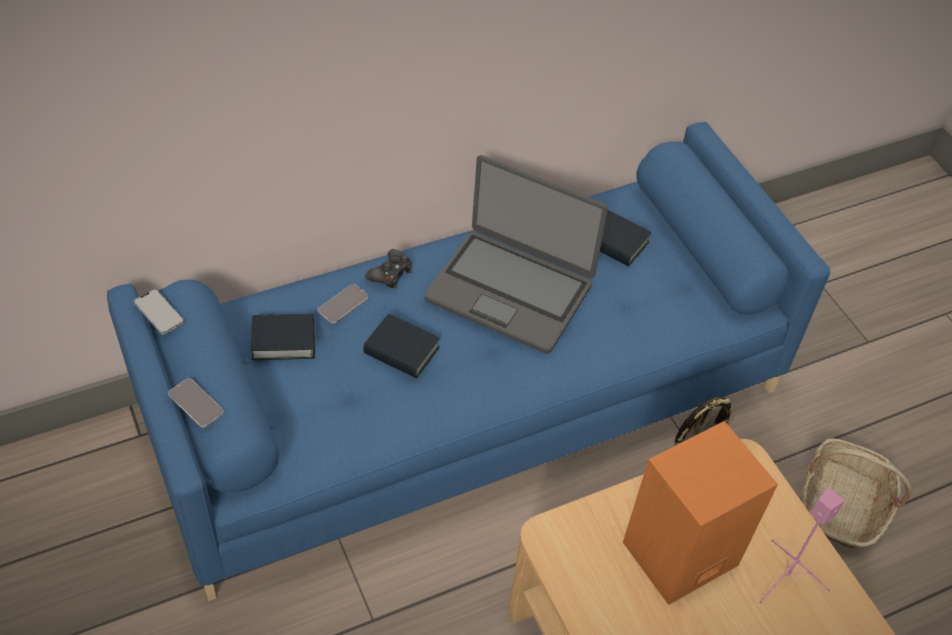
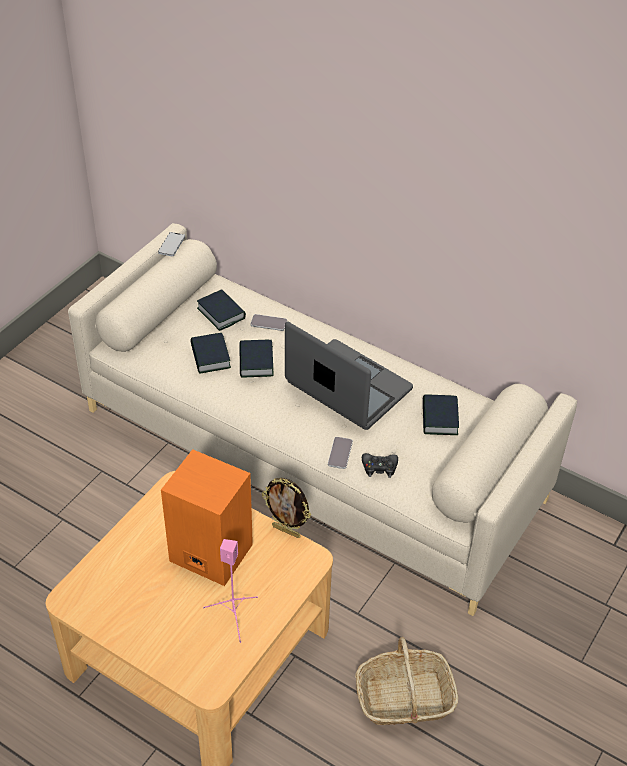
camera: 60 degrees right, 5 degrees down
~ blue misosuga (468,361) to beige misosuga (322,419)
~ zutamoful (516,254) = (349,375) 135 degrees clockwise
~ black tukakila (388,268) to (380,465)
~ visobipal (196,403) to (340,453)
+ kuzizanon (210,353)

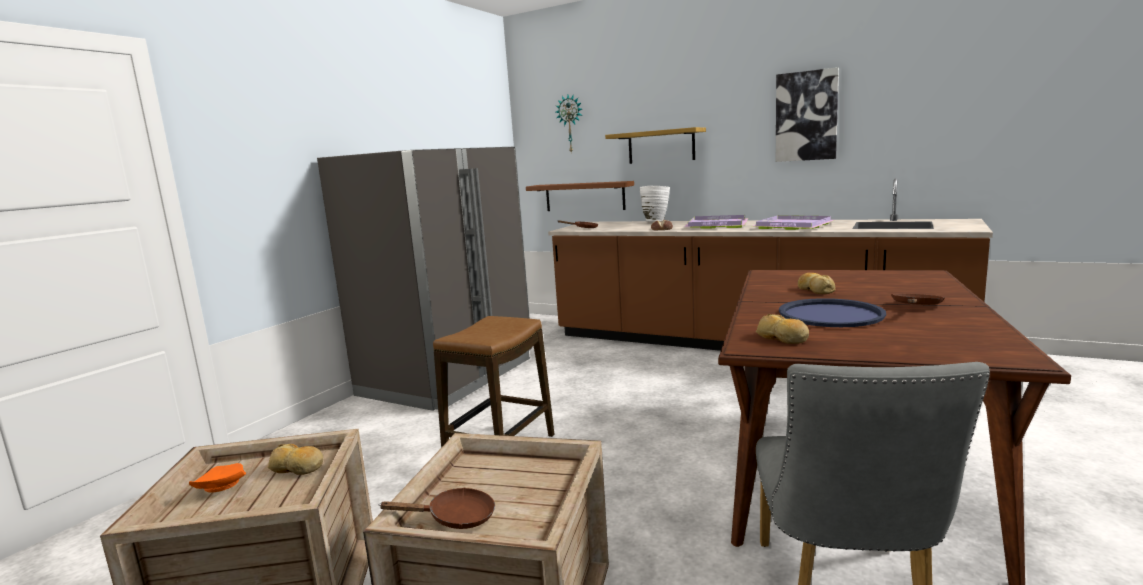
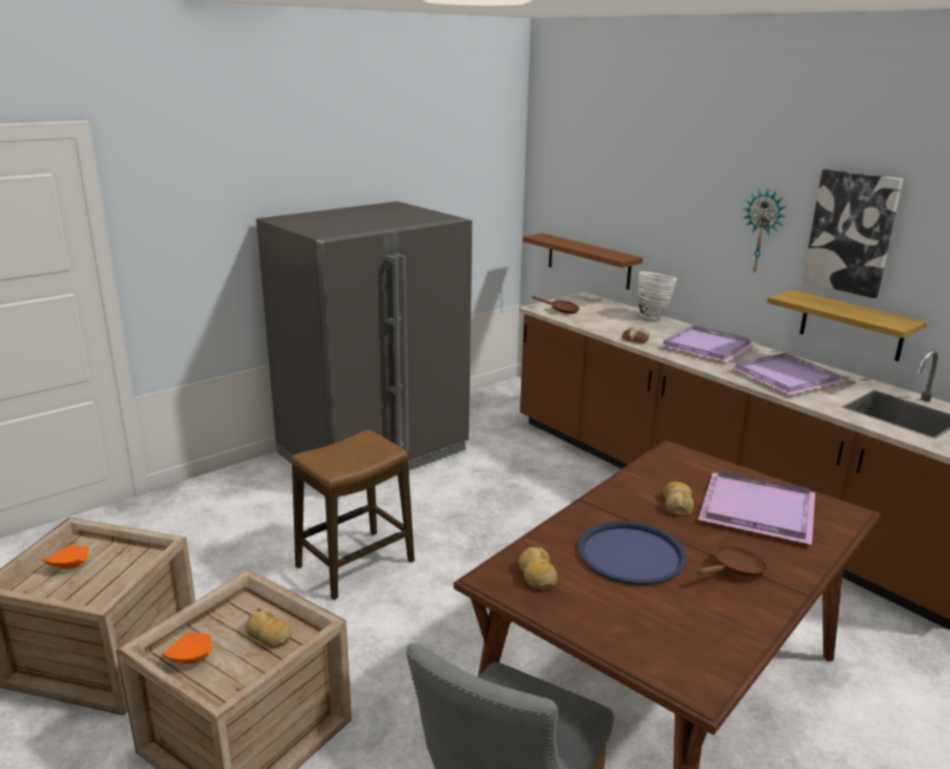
camera: 20 degrees right, 10 degrees up
~ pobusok (569,124) to (765,231)
~ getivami (655,145) to (847,325)
~ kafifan (295,459) to (268,628)
~ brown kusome (437,508) to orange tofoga (187,648)
+ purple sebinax (756,508)

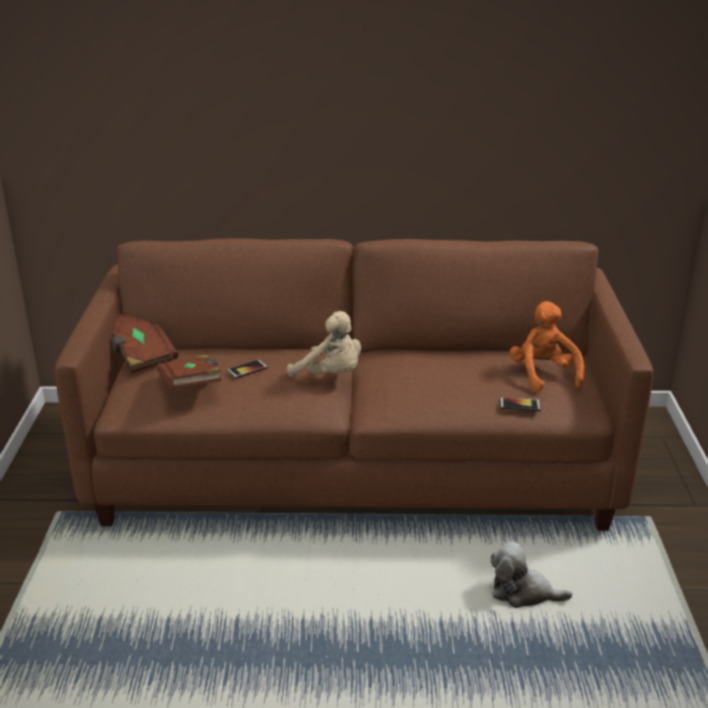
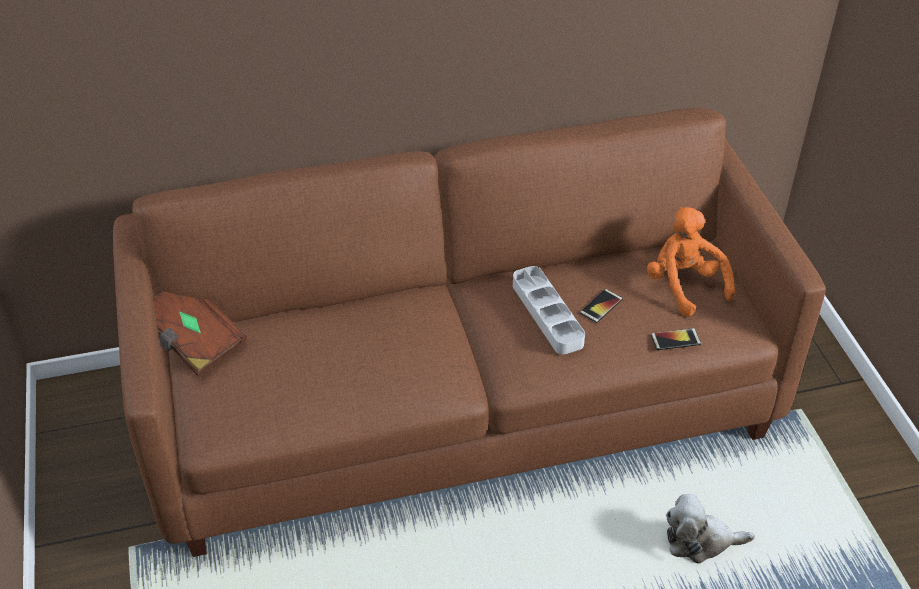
camera: 15 degrees left, 15 degrees up
- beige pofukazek (324,344)
- brown kuzizanon (189,371)
~ visobipal (247,369) to (601,306)
+ grey sebinax (549,310)

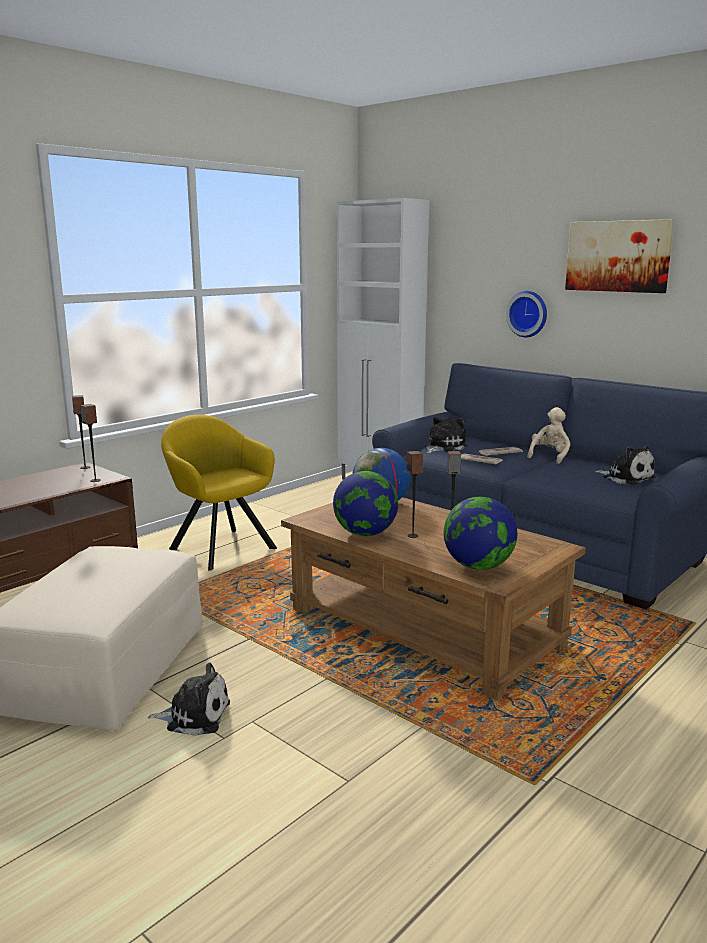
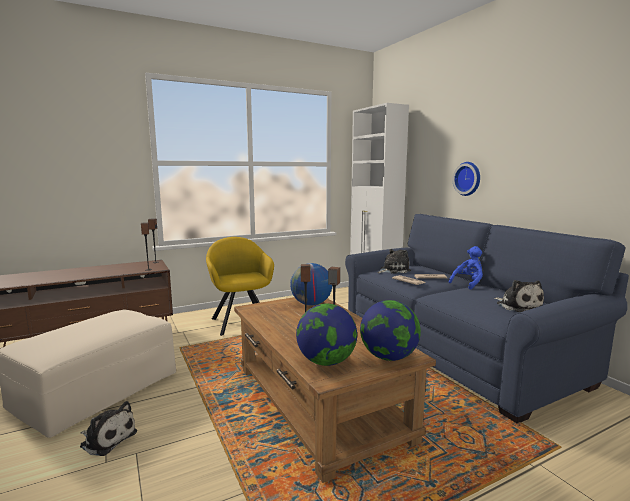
camera: 20 degrees right, 5 degrees down
- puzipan (619,256)
~ beige pofukazek (549,435) to blue pofukazek (466,267)
~ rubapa (365,503) to (390,330)

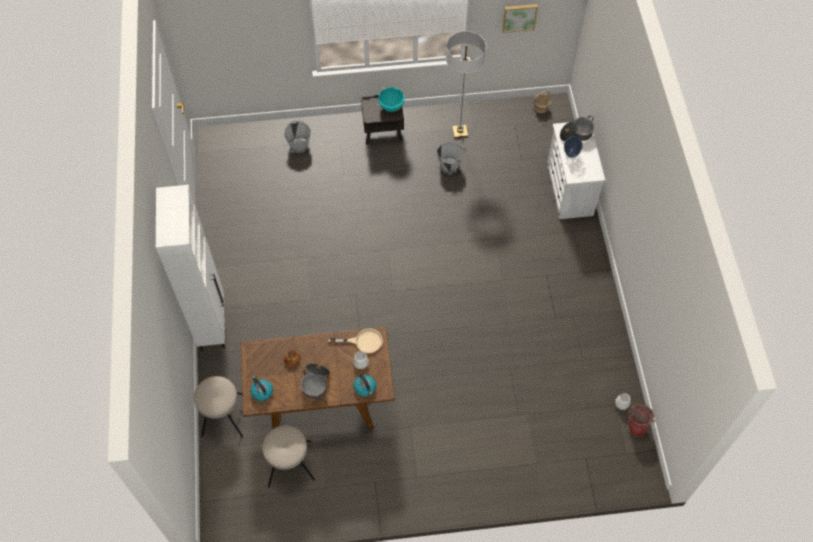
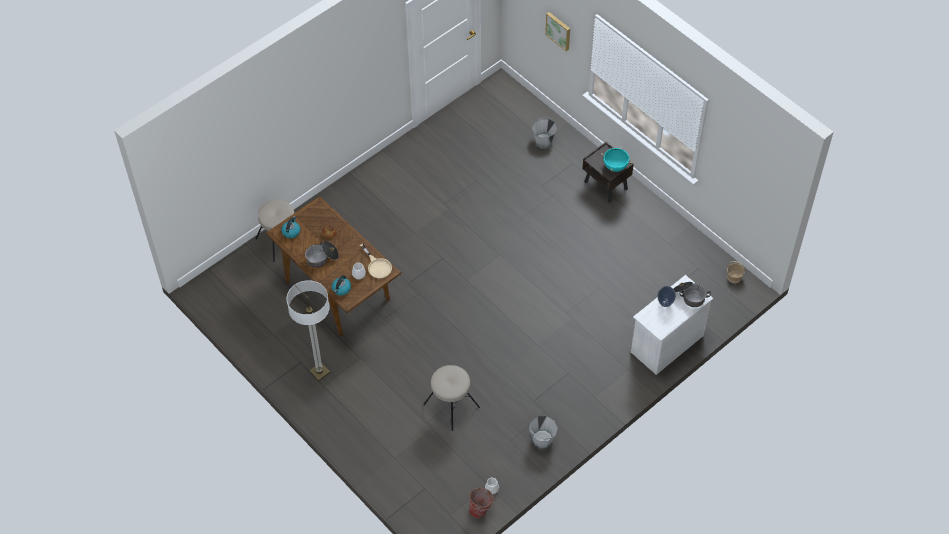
camera: 55 degrees right, 5 degrees down
~ puzipan (520,18) to (557,31)
~ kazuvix (466,84) to (308,330)
~ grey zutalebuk (450,158) to (543,432)
- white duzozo (190,268)
~ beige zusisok (289,456) to (451,398)

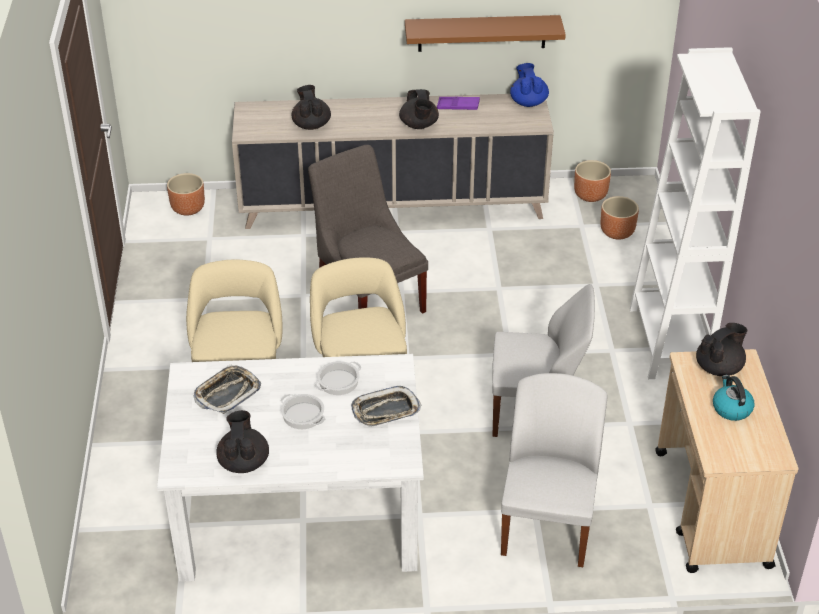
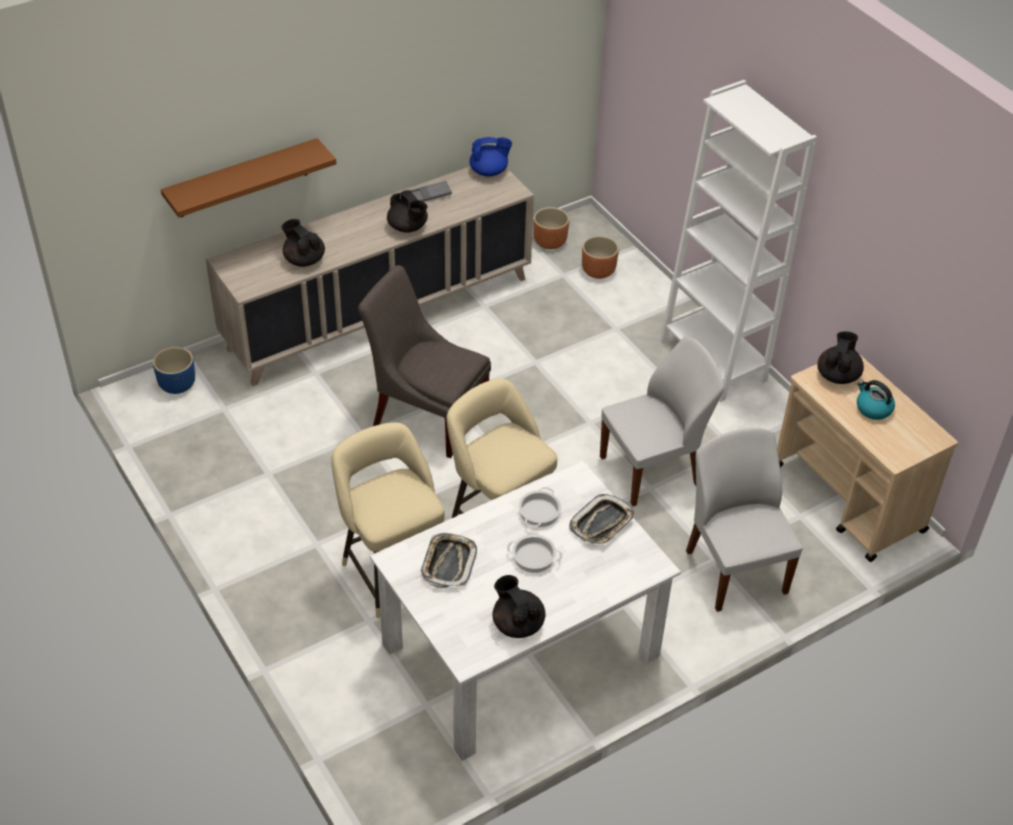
camera: 30 degrees left, 5 degrees up
~ brown getivami (485,33) to (248,177)
~ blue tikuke (529,85) = (490,156) 120 degrees clockwise
~ purple sebinax (458,103) to grey sebinax (431,191)
~ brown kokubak (186,194) to blue kokubak (174,370)

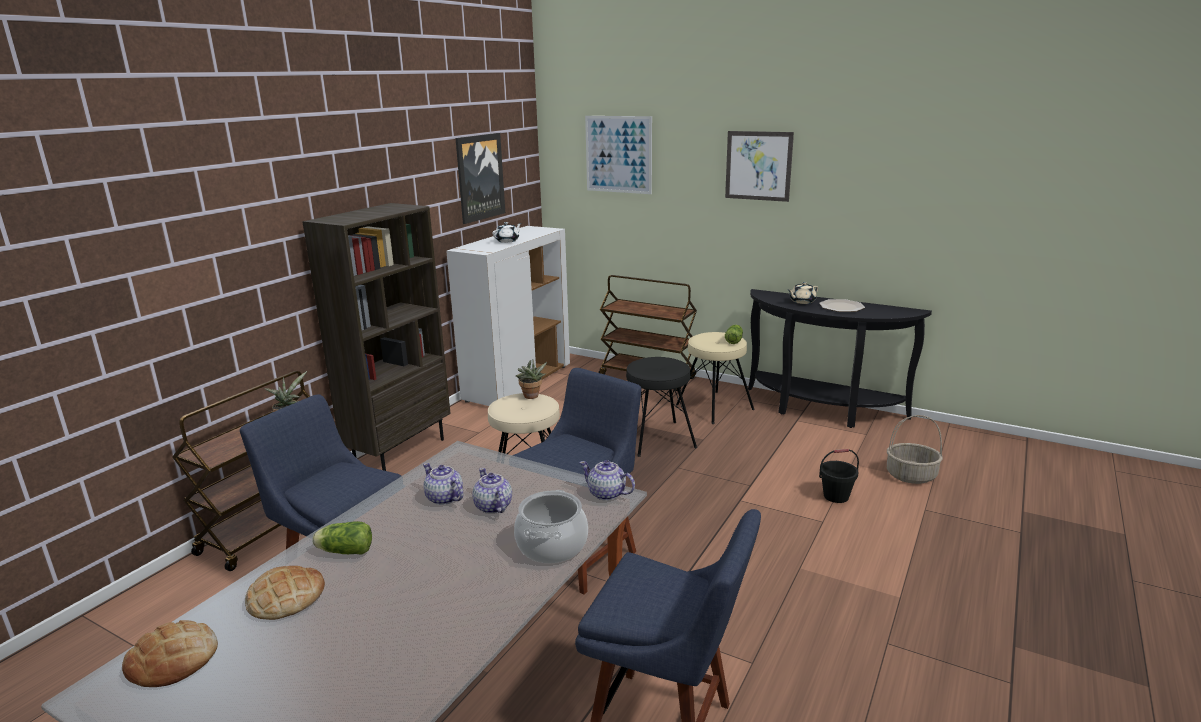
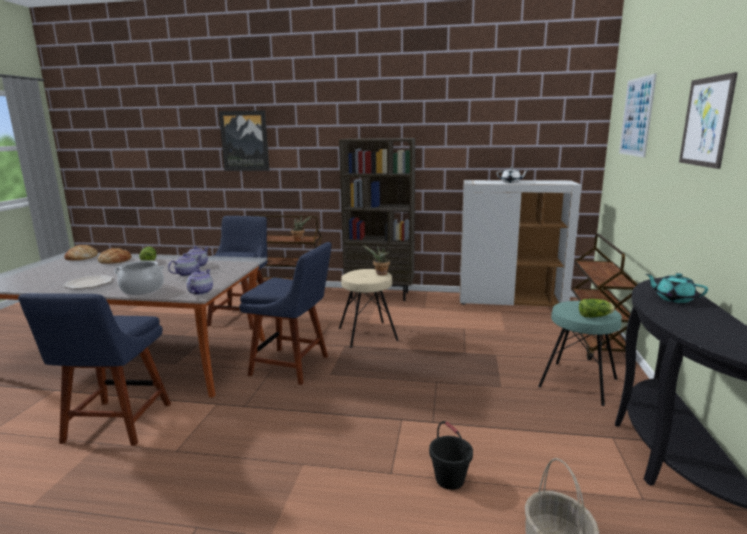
camera: 70 degrees right, 5 degrees down
~ puzipan (480,178) to (244,140)
~ beige tikuke (803,293) to turquoise tikuke (677,288)
~ tofoga (842,305) to (89,282)
~ beige zusisok (715,378) to turquoise zusisok (580,353)
- black zusisok (661,407)

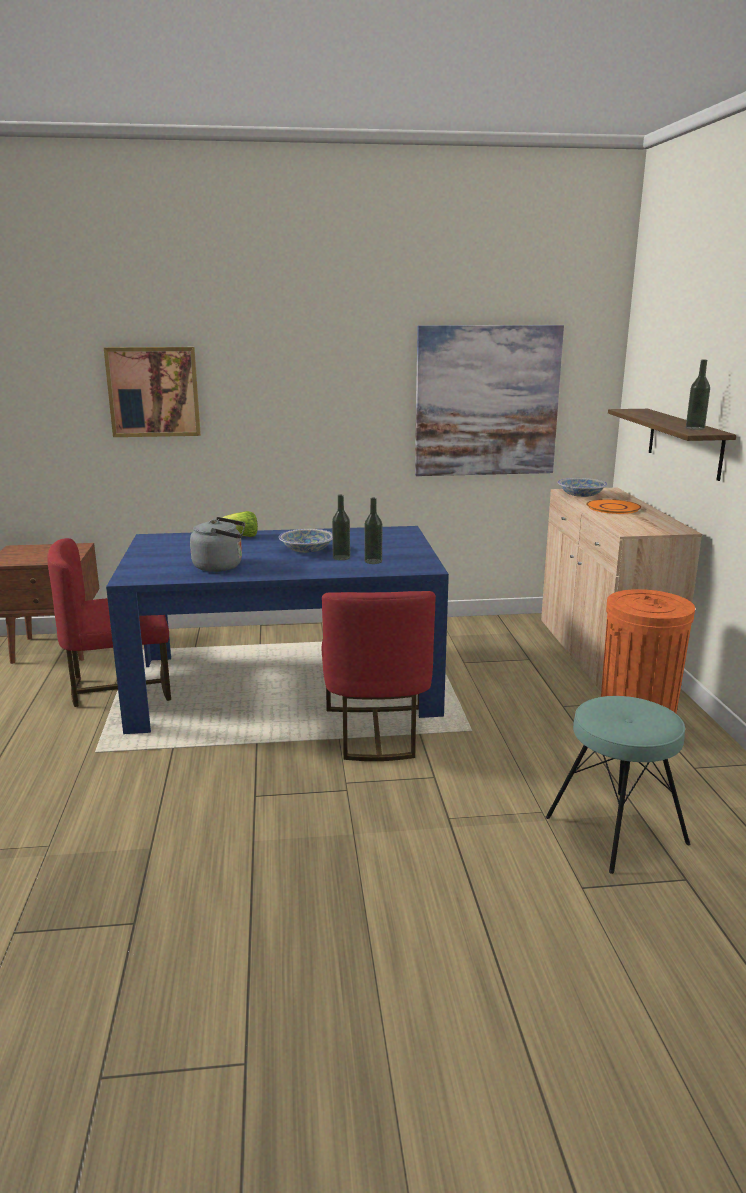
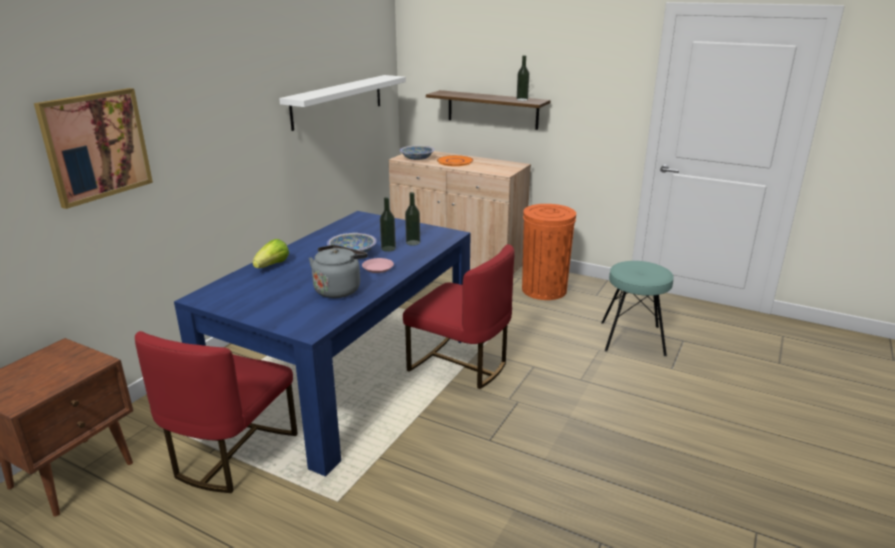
camera: 55 degrees left, 5 degrees up
~ puzipan (489,400) to white getivami (342,103)
+ pink tofoga (378,265)

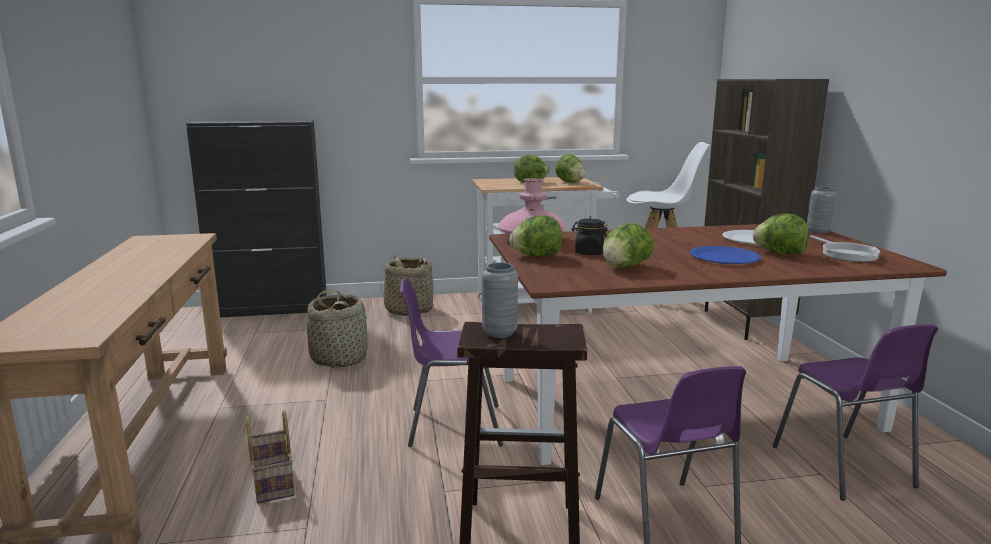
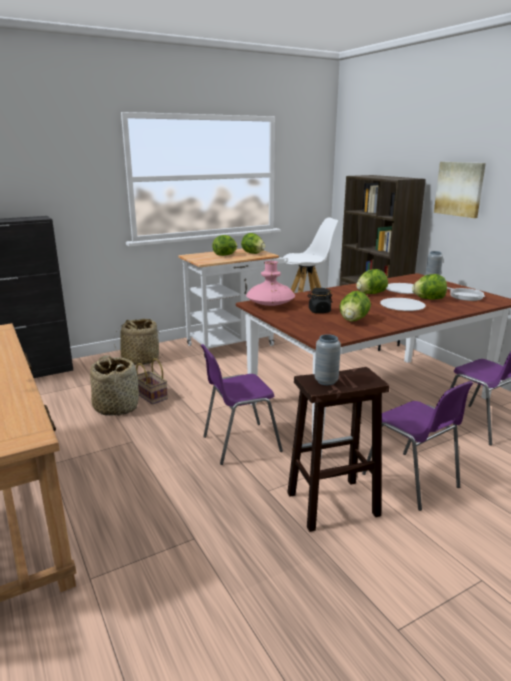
camera: 20 degrees left, 5 degrees up
~ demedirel (535,235) to (372,281)
~ blue tofoga (725,255) to white tofoga (402,304)
~ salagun (270,456) to (152,381)
+ puzipan (460,190)

